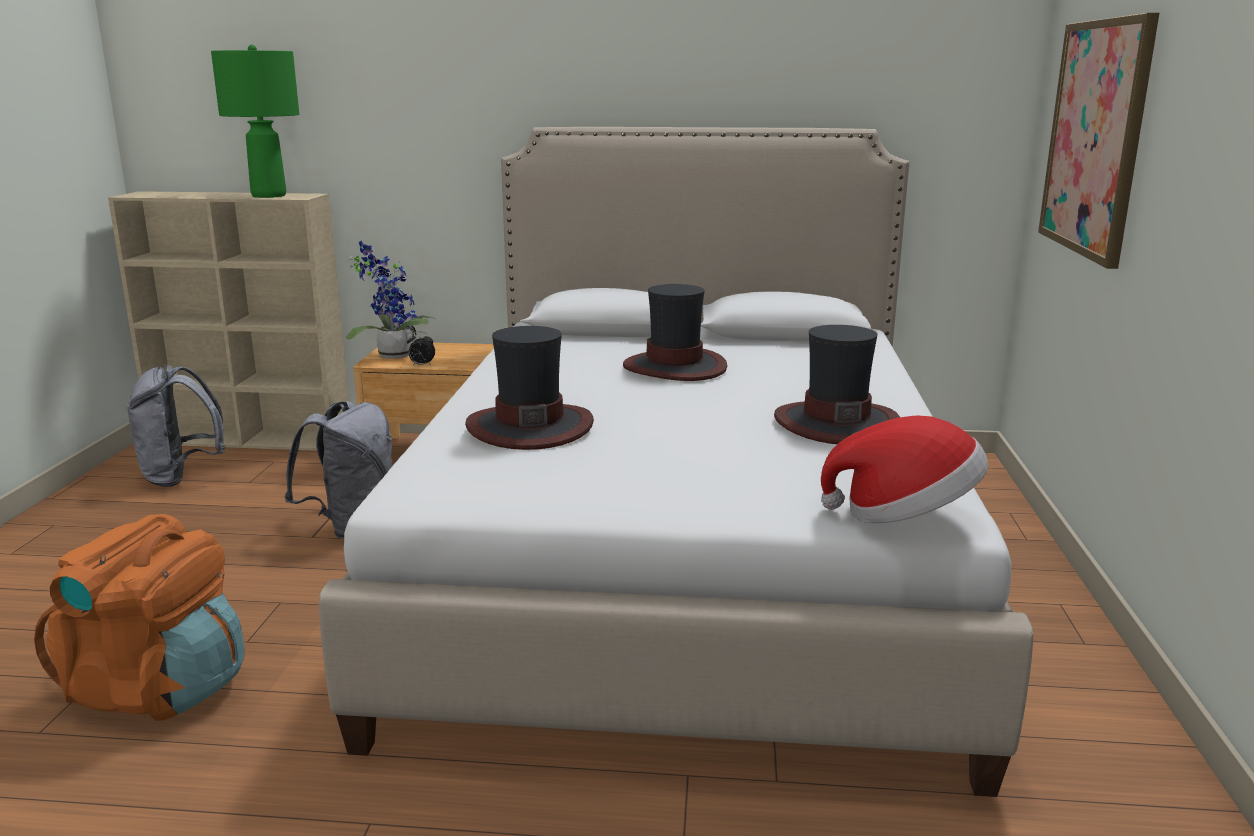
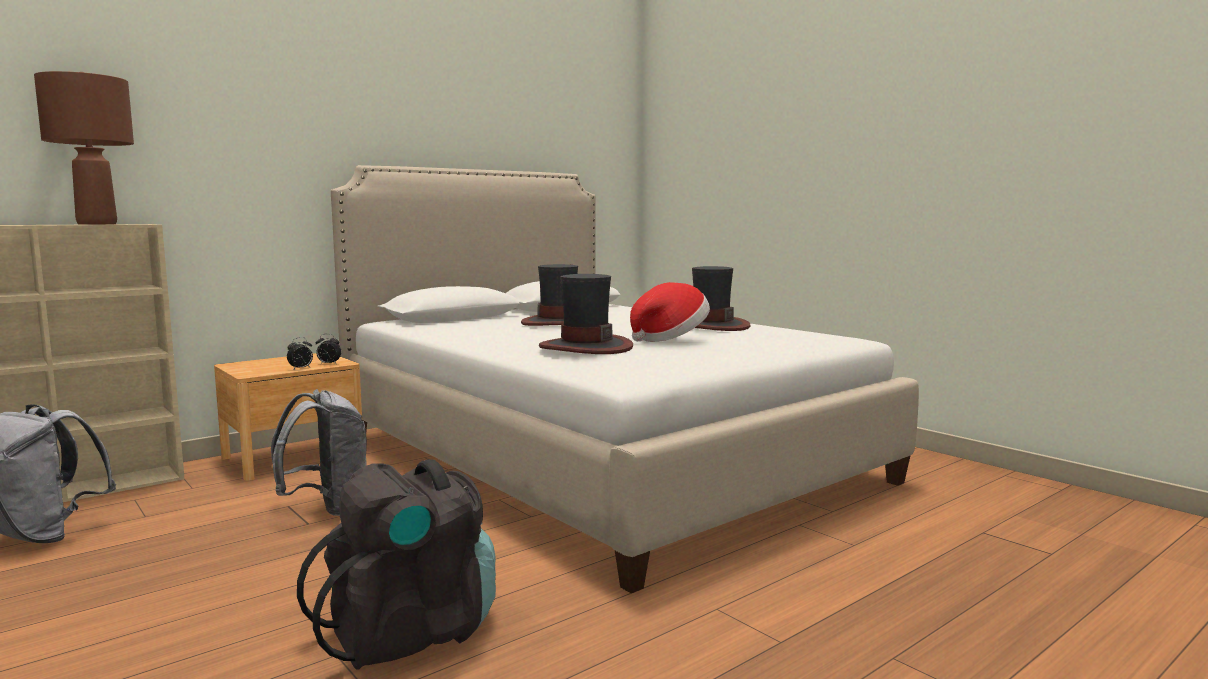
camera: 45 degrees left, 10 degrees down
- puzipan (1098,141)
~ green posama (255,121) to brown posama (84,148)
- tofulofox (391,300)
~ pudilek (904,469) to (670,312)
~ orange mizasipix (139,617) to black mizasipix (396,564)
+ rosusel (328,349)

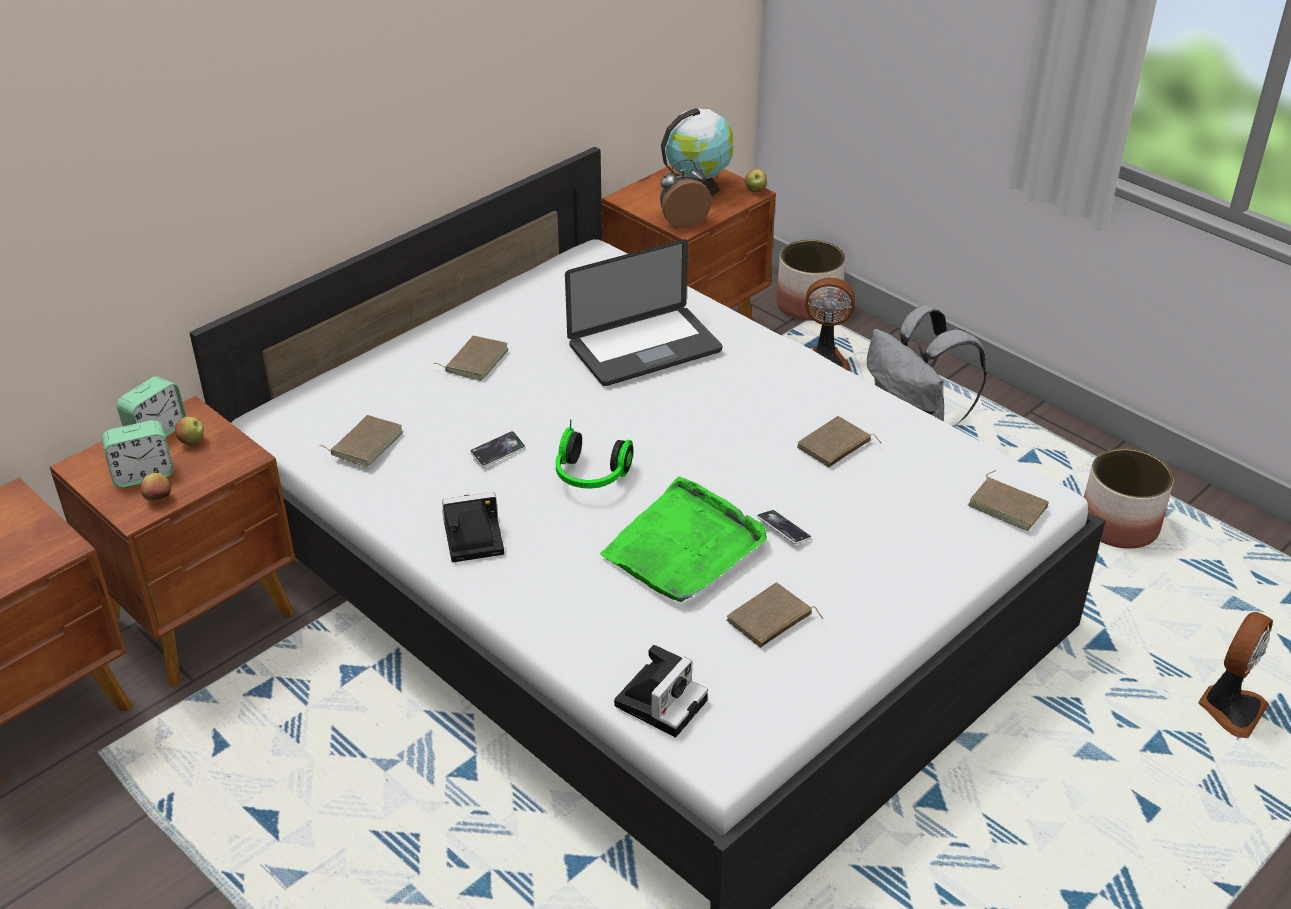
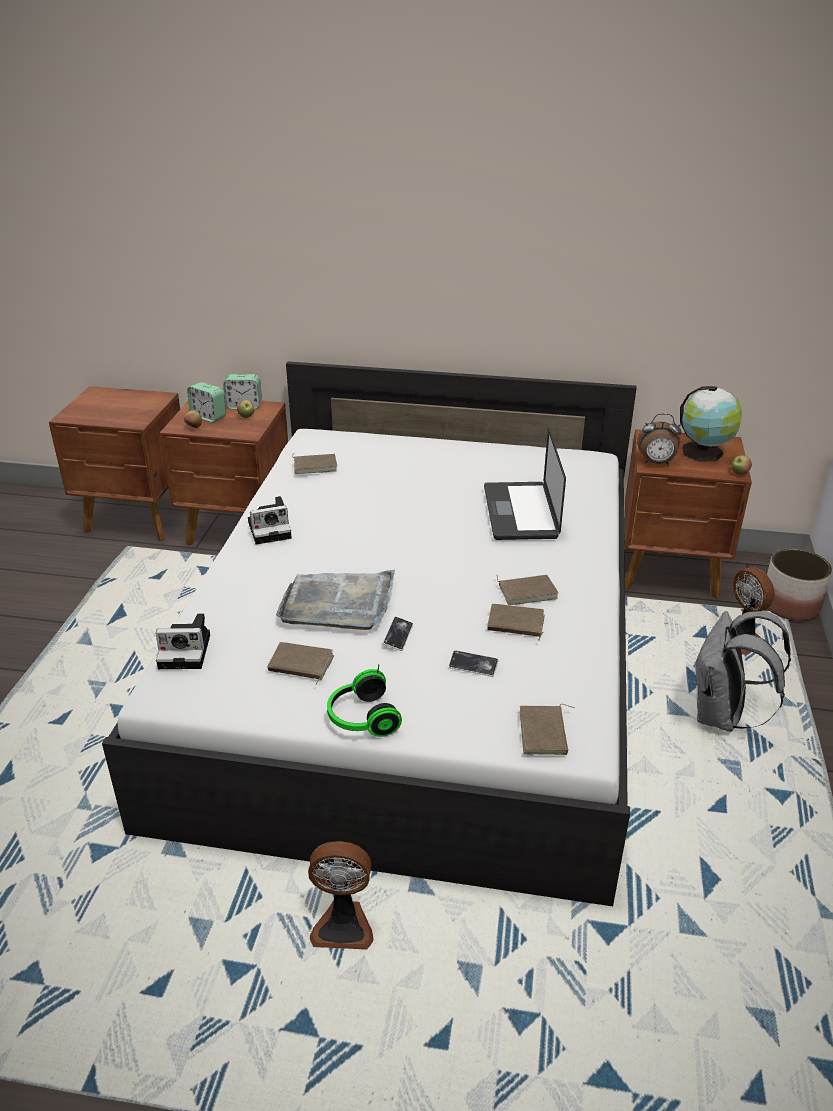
camera: 55 degrees right, 5 degrees down
~ rosusel (686,193) = (659,438) 150 degrees clockwise
~ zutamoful (643,312) = (525,484) 60 degrees clockwise
~ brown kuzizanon (471,358) to (528,590)
~ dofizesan (594,453) to (364,700)
~ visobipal (497,449) to (473,663)
- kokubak (1129,498)
~ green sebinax (683,539) to grey sebinax (335,599)
~ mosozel (473,527) = (270,520) 120 degrees clockwise
~ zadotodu (1235,675) to (341,895)

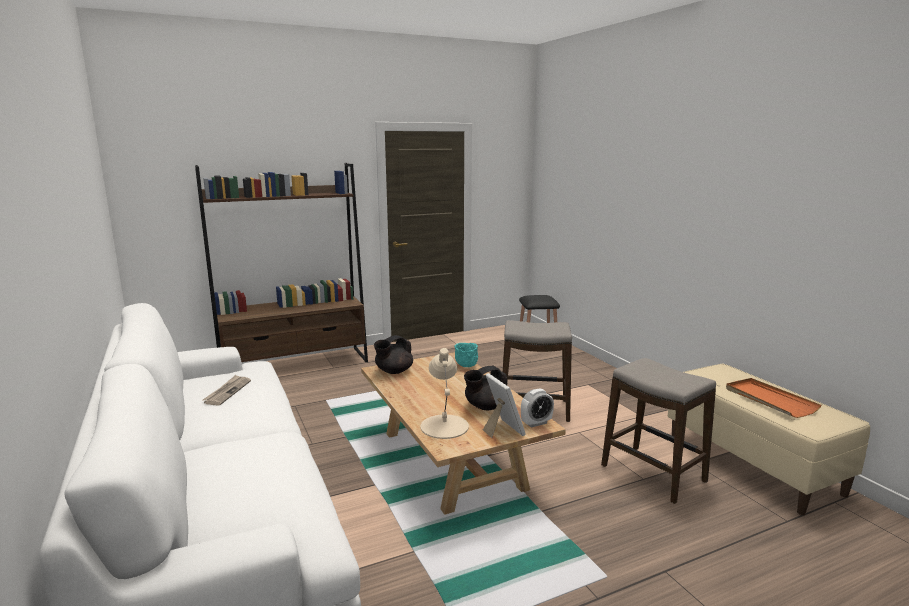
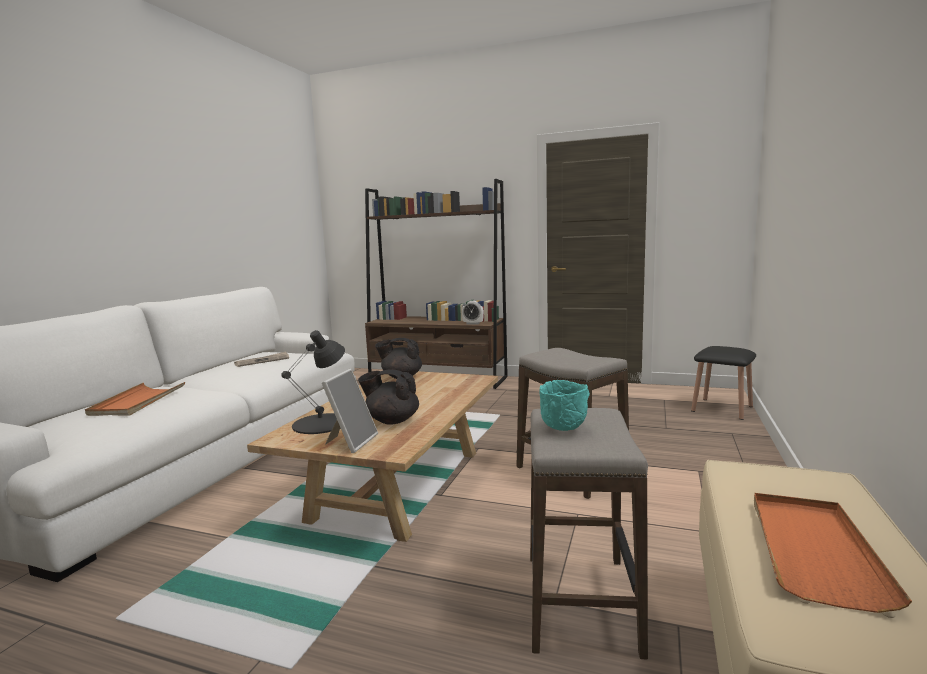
camera: 45 degrees right, 5 degrees down
~ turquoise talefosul (466,355) to (565,405)
~ beige posama (445,393) to black posama (313,382)
~ rosusel (537,408) to (473,313)
+ orange sebinax (135,399)

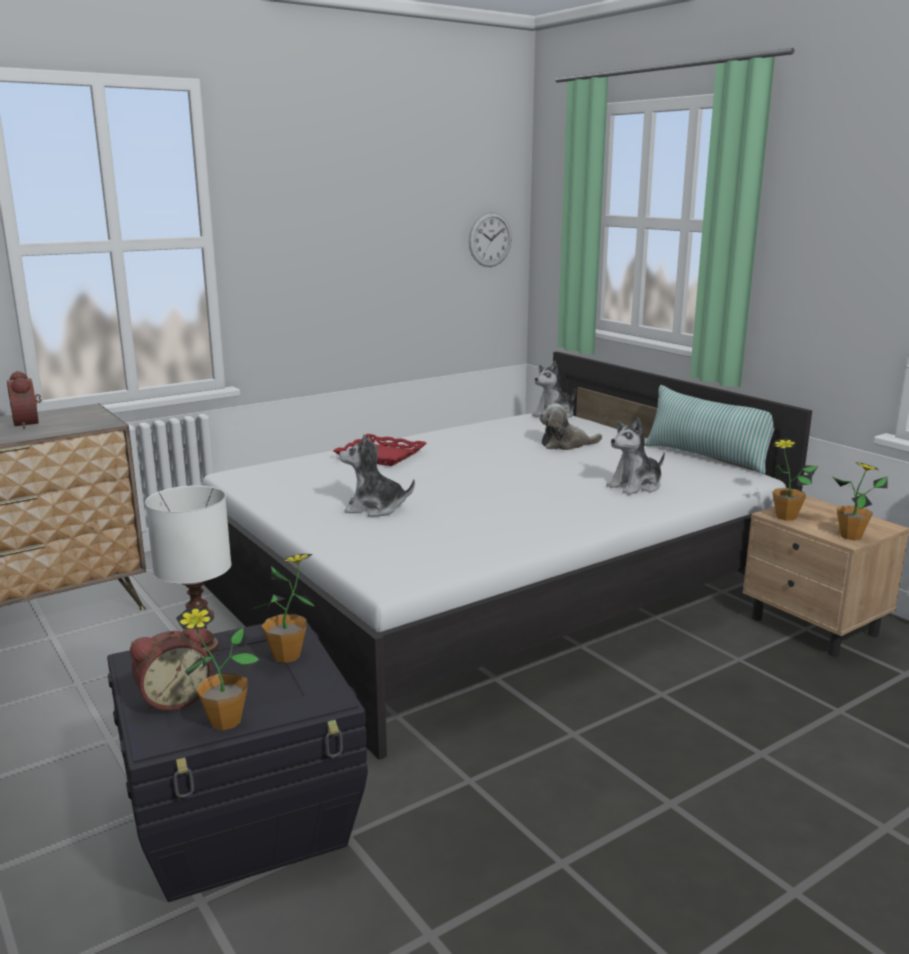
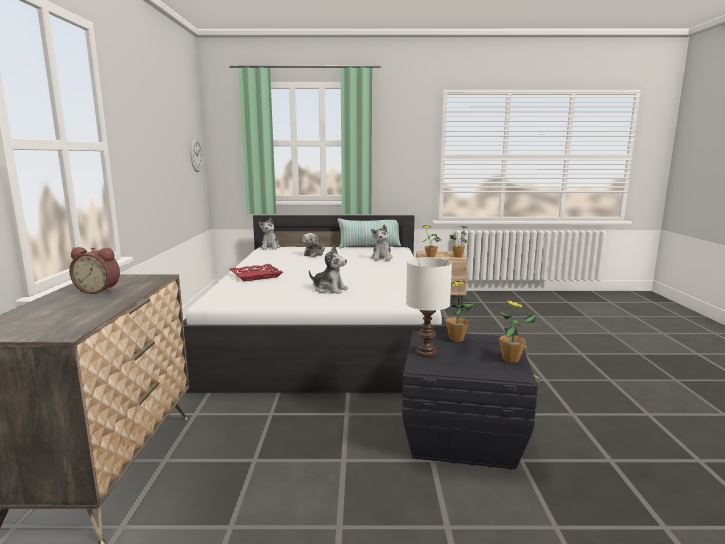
camera: 55 degrees left, 5 degrees down
~ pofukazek (377,475) = (328,270) 105 degrees counterclockwise
- rosusel (171,670)

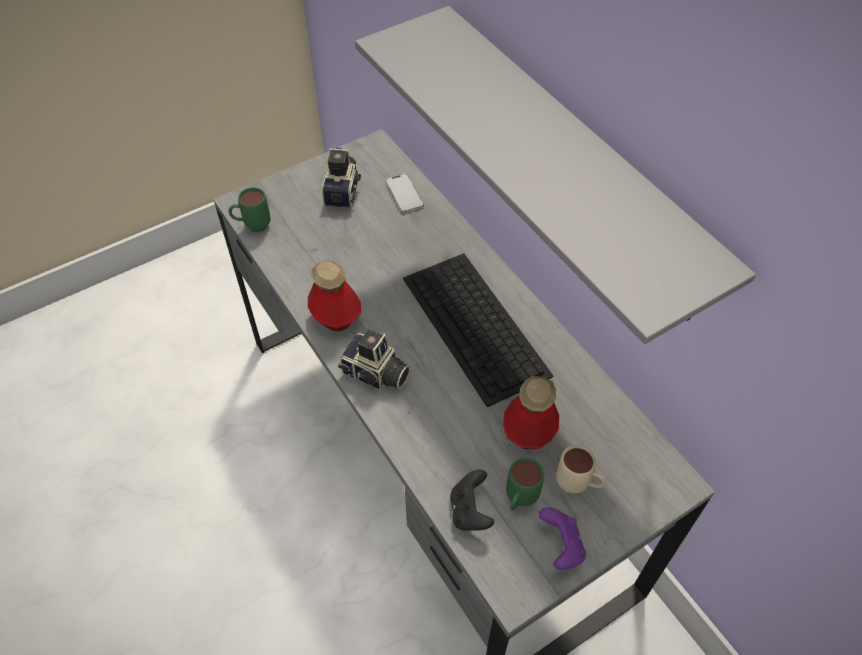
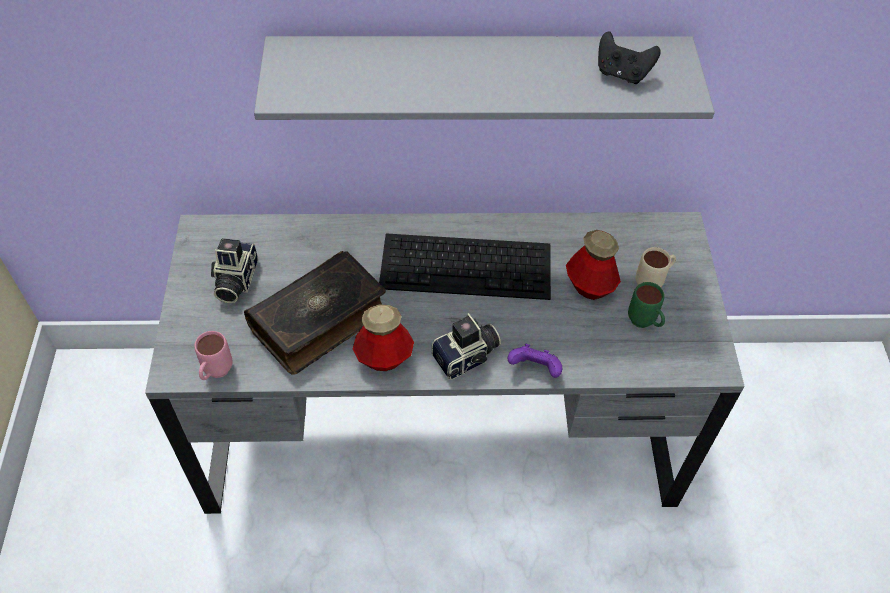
camera: 60 degrees left, 0 degrees up
~ mosozel (341,178) = (234,270) 120 degrees counterclockwise
- visobipal (405,193)
~ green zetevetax (250,209) to pink zetevetax (213,355)
~ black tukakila (472,500) to (629,57)
~ purple tukakila (562,538) to (535,361)
+ kuzizanon (315,313)

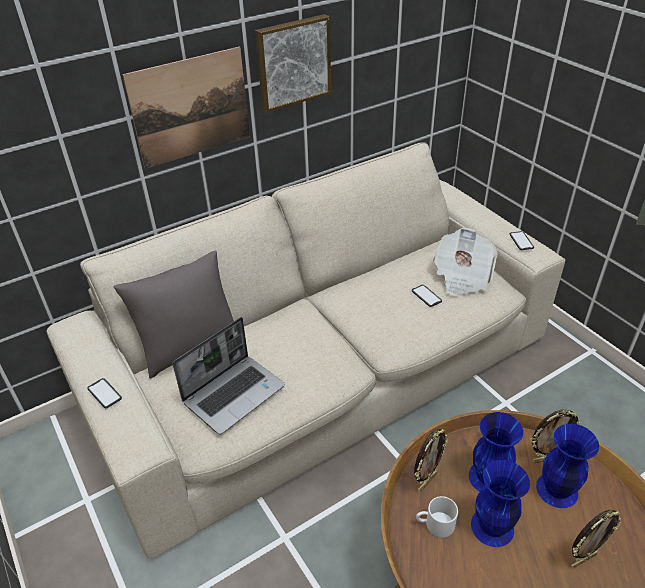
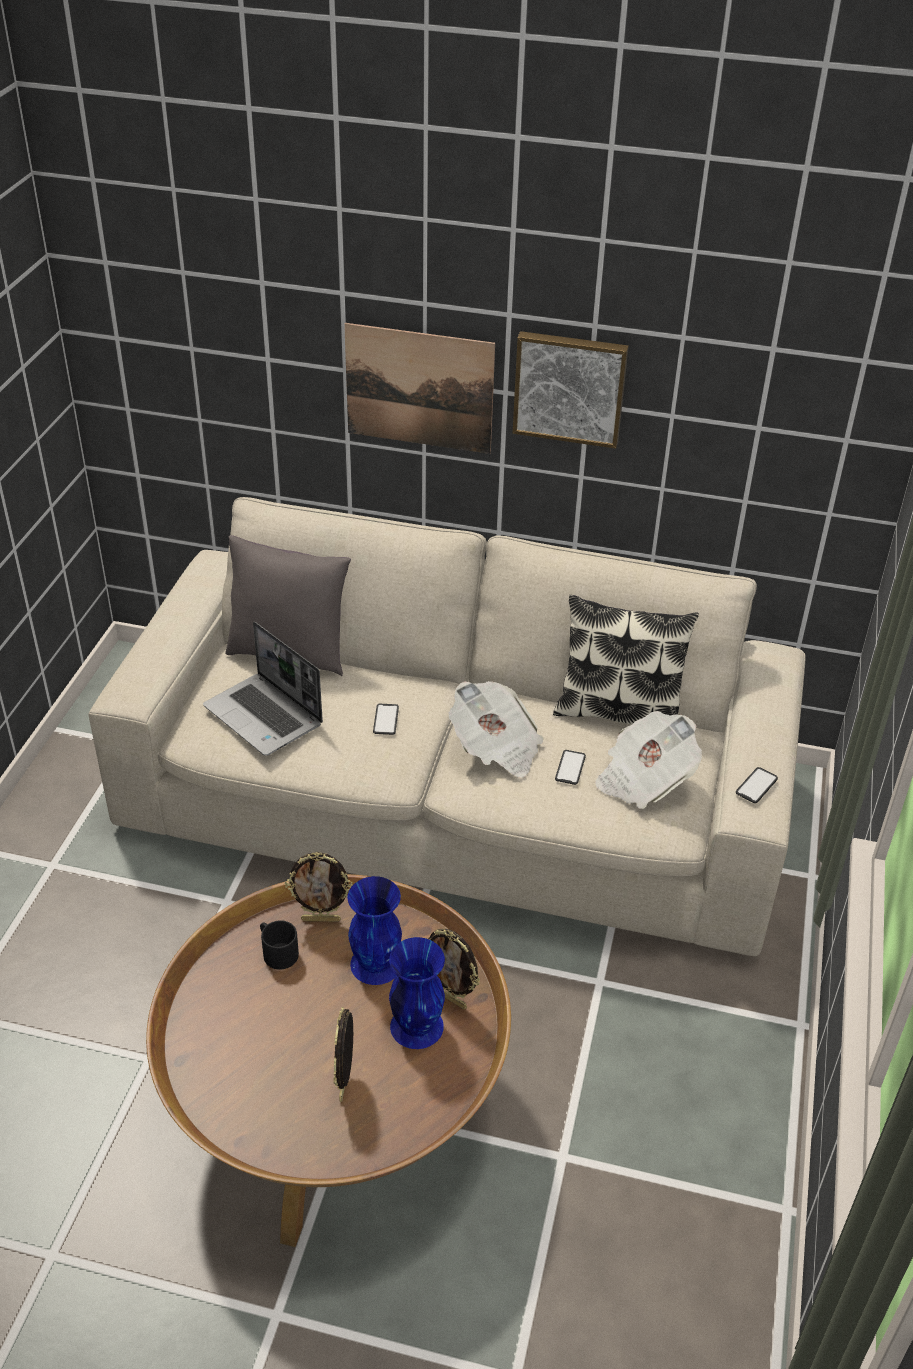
camera: 45 degrees right, 0 degrees up
~ zutamoful (228,376) = (263,688) 45 degrees clockwise
~ visobipal (104,393) to (386,719)
- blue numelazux (500,503)
~ white zetevetax (437,516) to black zetevetax (279,945)
~ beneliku (596,539) = (343,1054) 75 degrees clockwise
+ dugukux (626,659)
+ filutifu (496,729)

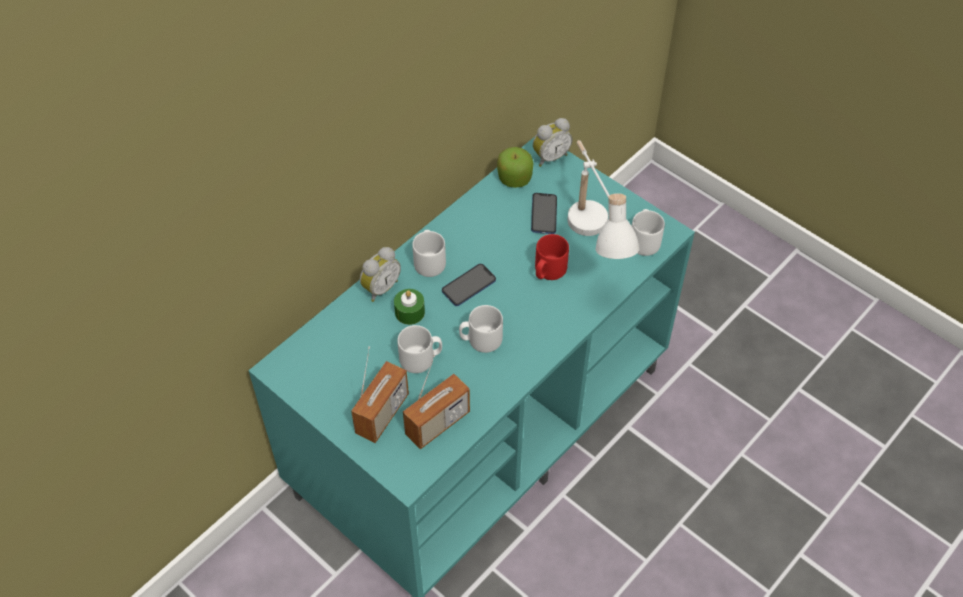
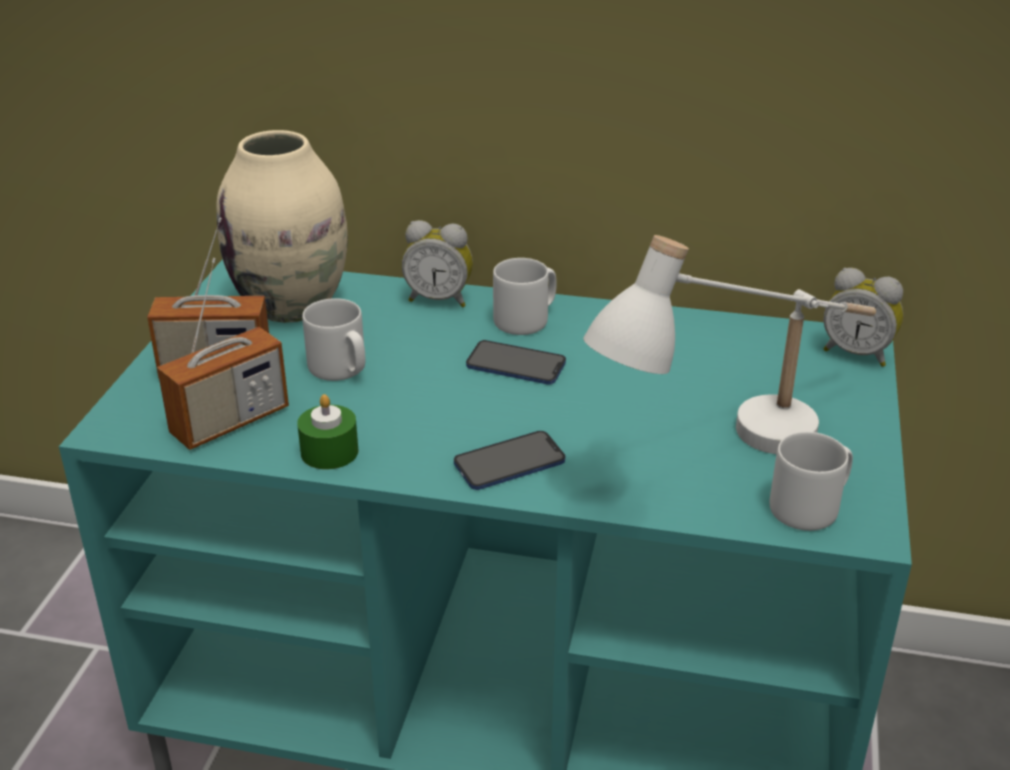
camera: 60 degrees right, 20 degrees down
- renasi (515,167)
~ visobipal (544,213) to (509,460)
- red zetevetax (552,257)
~ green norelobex (409,307) to (328,431)
- grey zetevetax (481,329)
~ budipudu (436,402) = (223,354) 60 degrees counterclockwise
+ beige numelazux (282,226)

